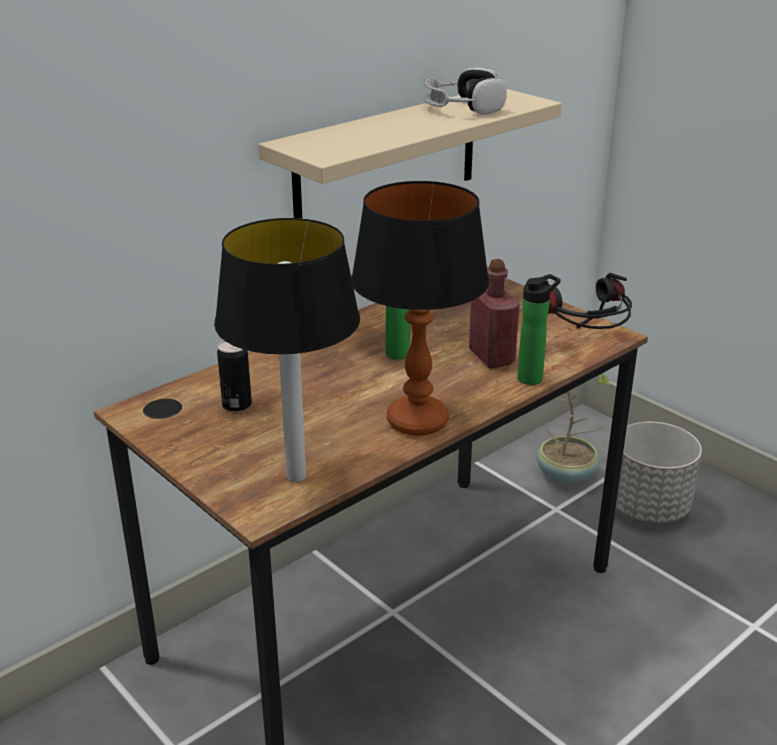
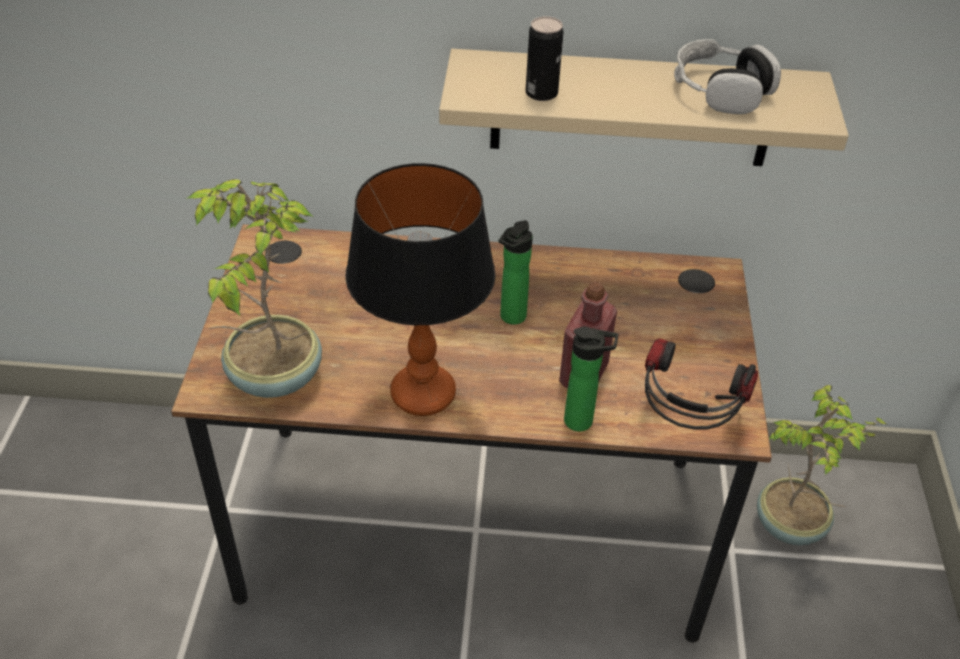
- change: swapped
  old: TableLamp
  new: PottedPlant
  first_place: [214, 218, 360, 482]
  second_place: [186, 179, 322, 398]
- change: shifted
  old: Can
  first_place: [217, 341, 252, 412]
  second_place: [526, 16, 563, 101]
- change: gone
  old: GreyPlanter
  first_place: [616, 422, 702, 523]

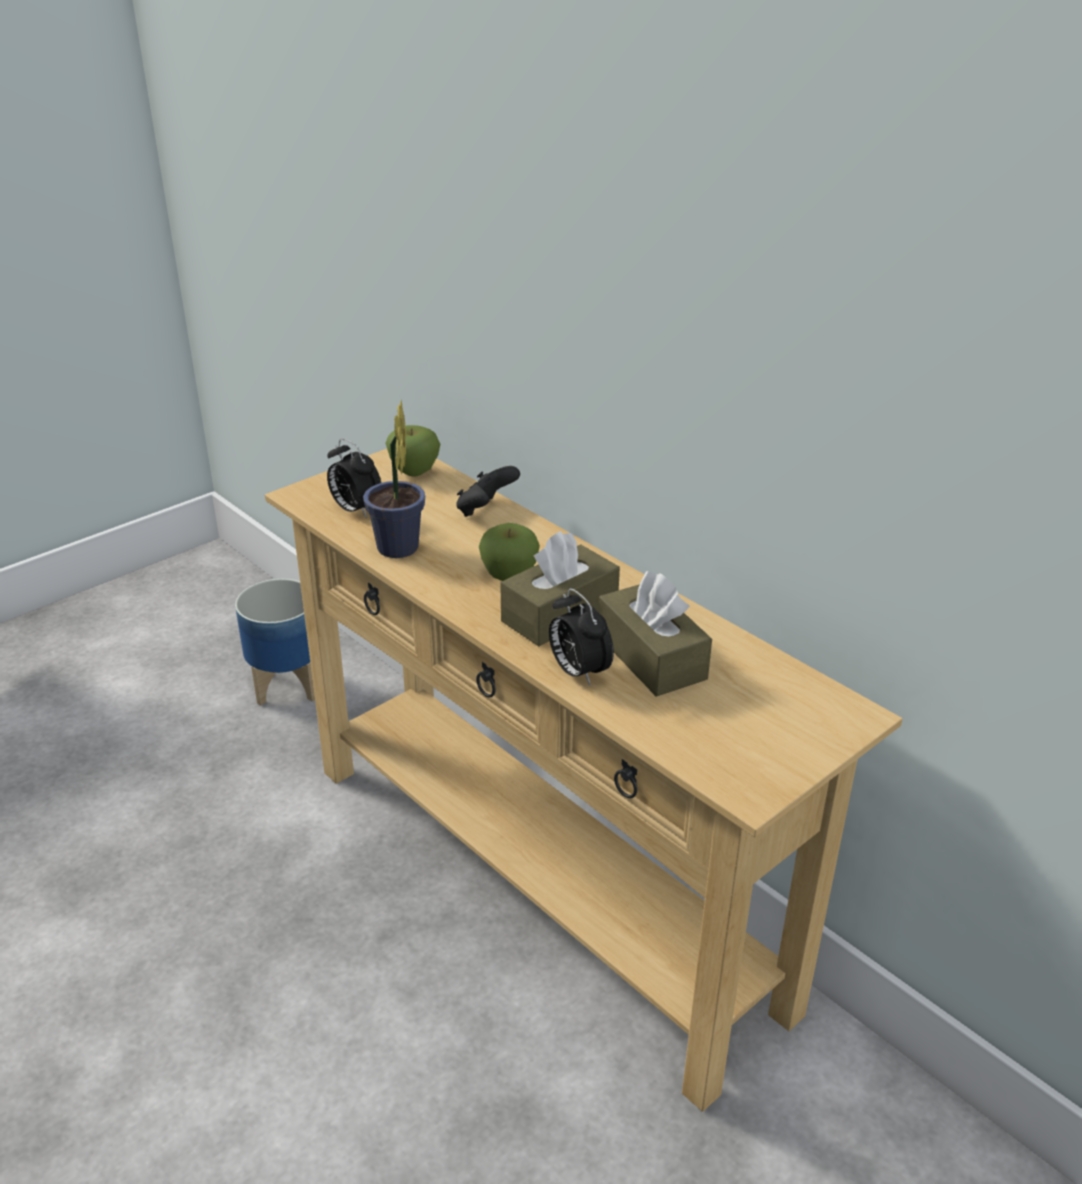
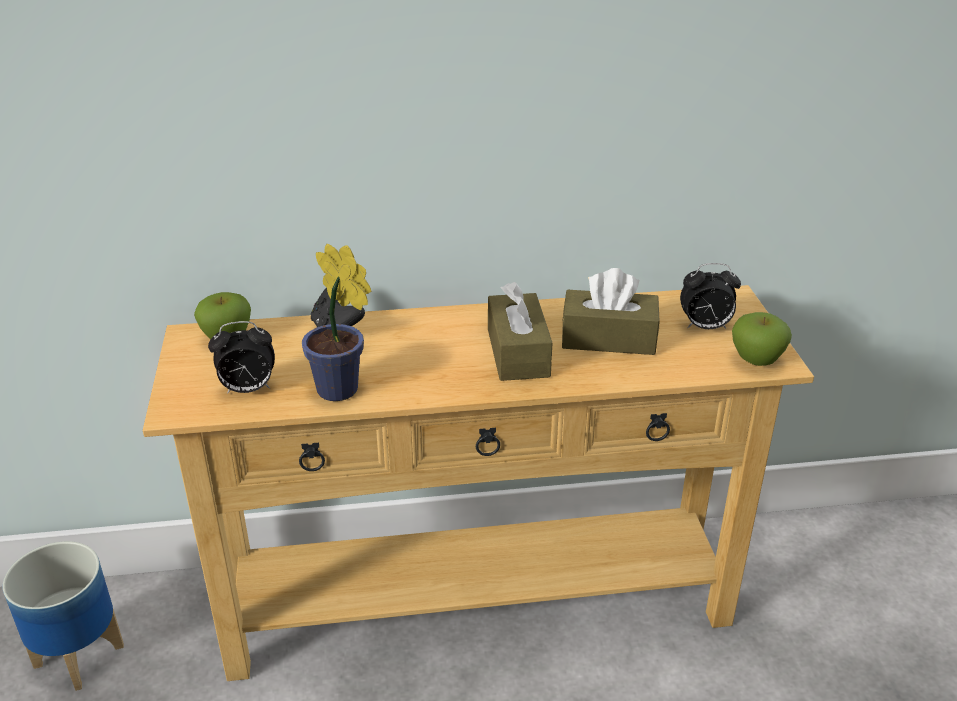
- change: shifted
  old: Apple
  first_place: [479, 523, 540, 581]
  second_place: [732, 312, 792, 366]
- change: shifted
  old: AlarmClock
  first_place: [549, 588, 614, 686]
  second_place: [680, 263, 741, 329]

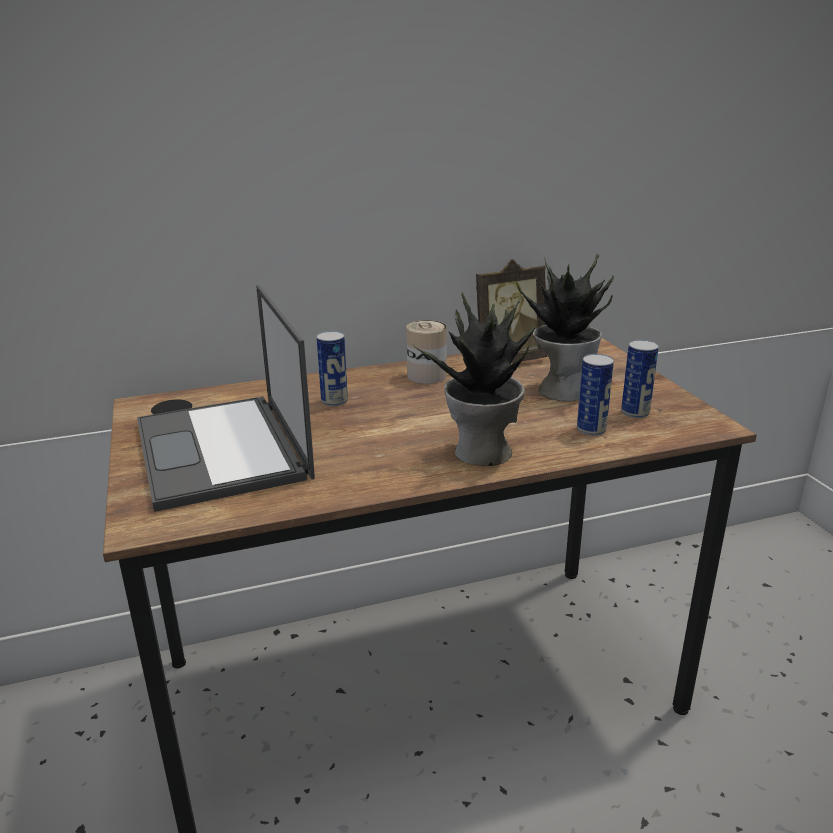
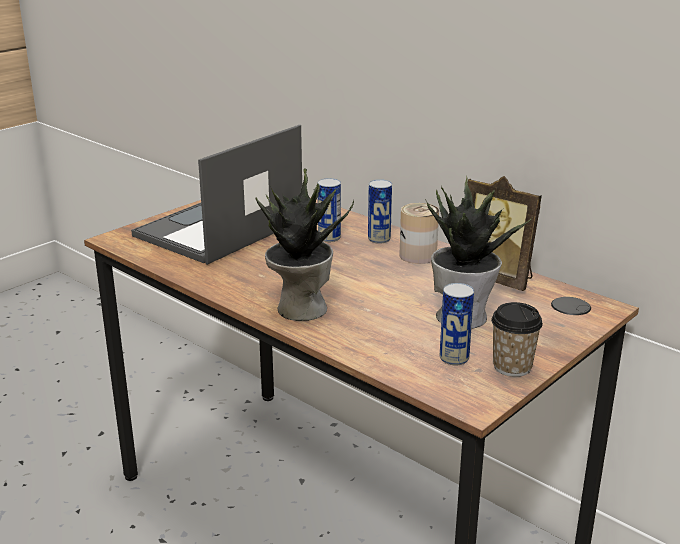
- change: shifted
  old: Can
  first_place: [577, 354, 614, 436]
  second_place: [368, 179, 392, 244]
- change: new
  new: Cup
  second_place: [491, 302, 543, 377]

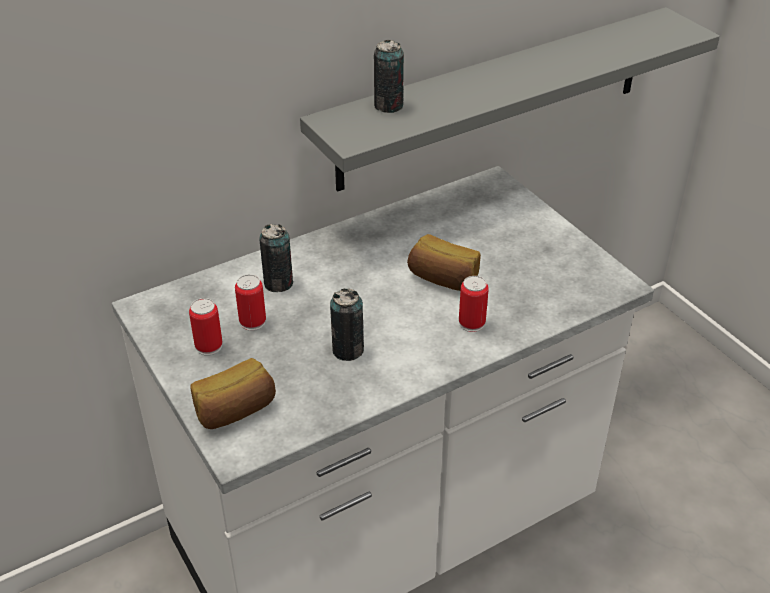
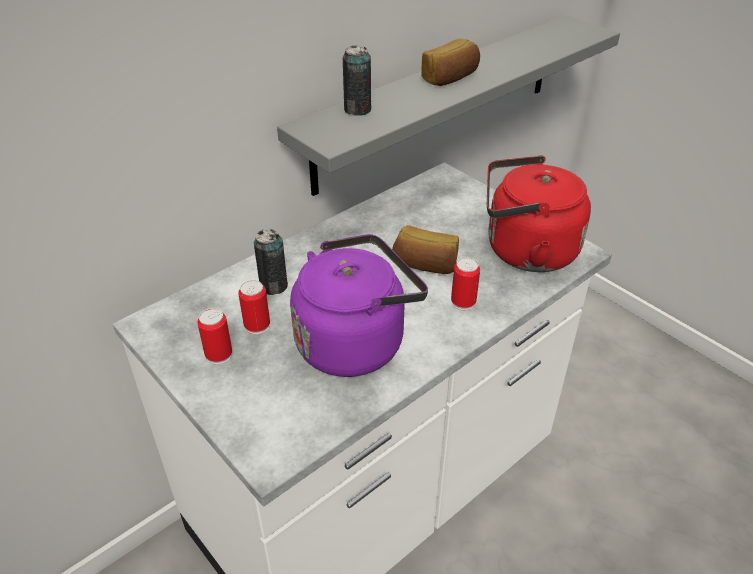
- change: swapped
  old: Can
  new: PurpleKettle
  first_place: [330, 288, 364, 361]
  second_place: [290, 234, 428, 377]
- change: shifted
  old: Bread
  first_place: [190, 358, 276, 429]
  second_place: [421, 39, 480, 86]
- change: new
  new: RedKettle
  second_place: [487, 155, 591, 272]

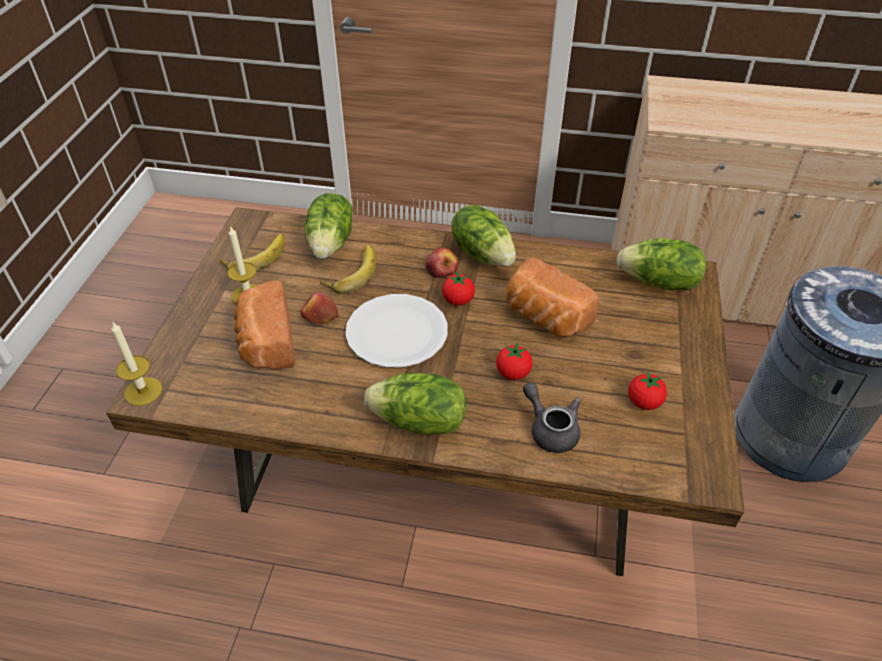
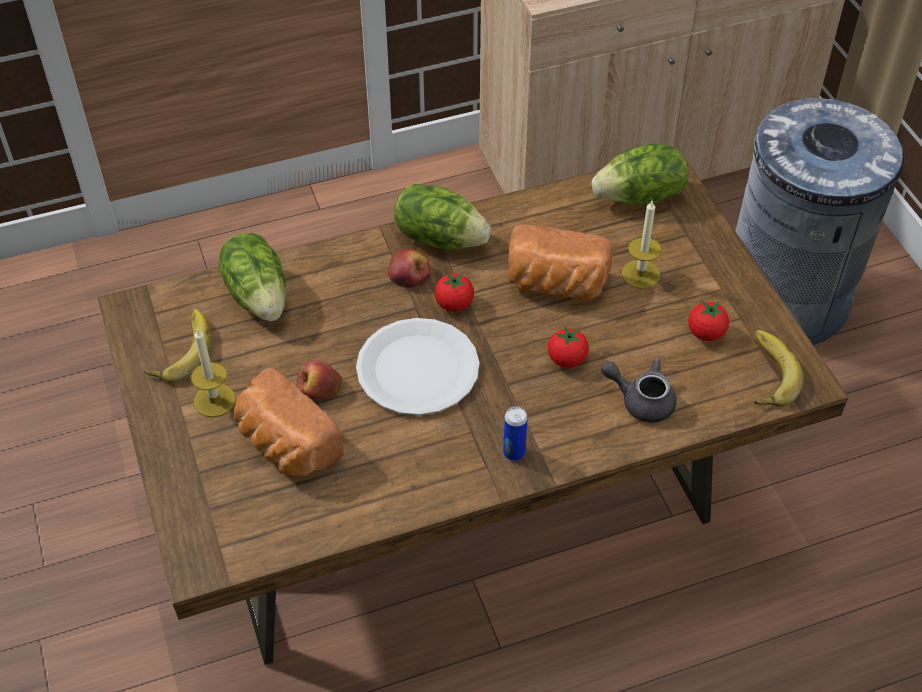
- change: shifted
  old: Banana
  first_place: [320, 245, 376, 294]
  second_place: [754, 330, 803, 407]
- change: shifted
  old: Candle
  first_place: [111, 322, 163, 406]
  second_place: [622, 199, 662, 289]
- change: swapped
  old: Lettuce
  new: Can
  first_place: [364, 373, 466, 435]
  second_place: [503, 407, 528, 461]

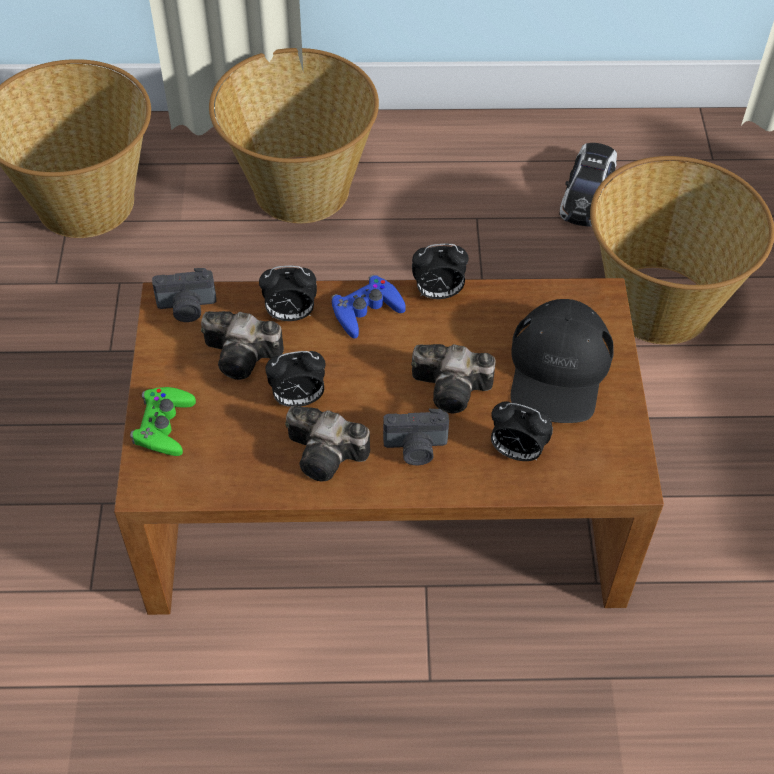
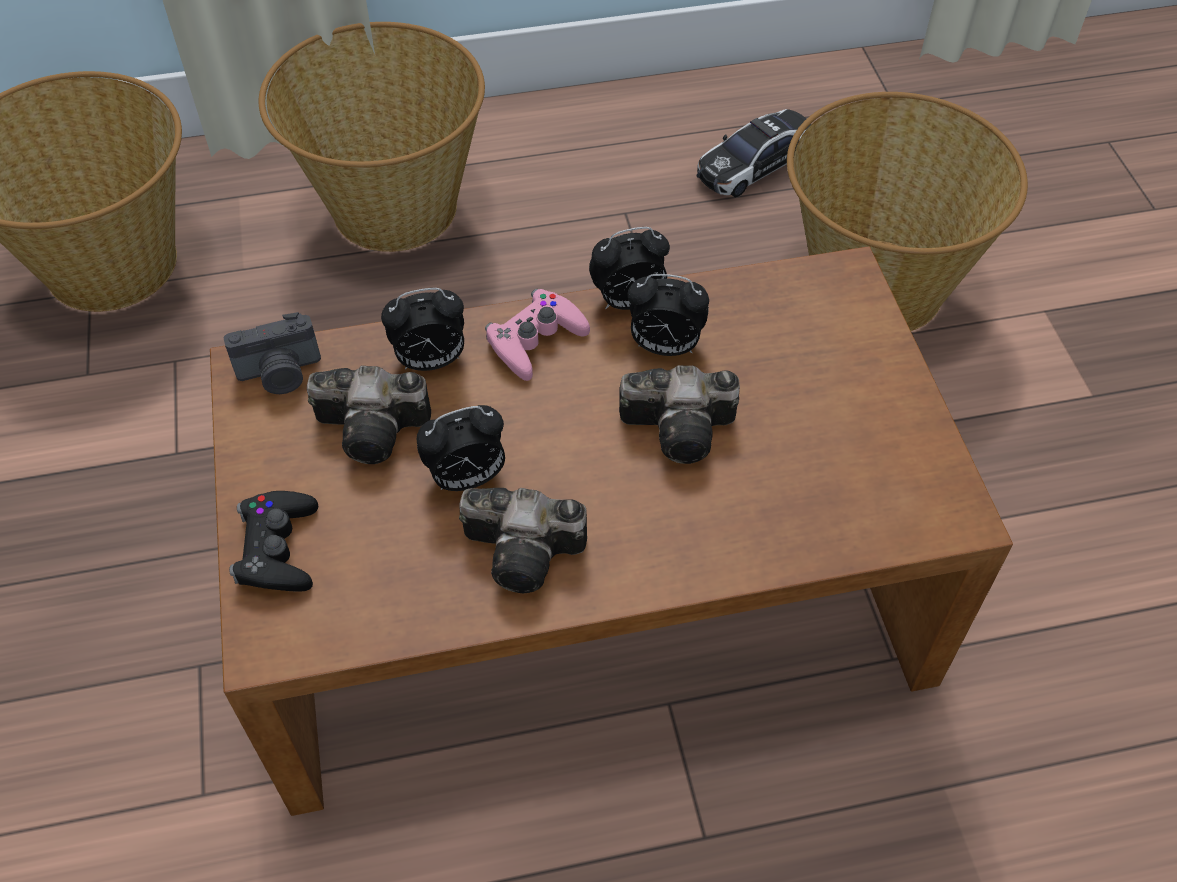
- change: rotated
  old: ToyCar
  first_place: [559, 143, 617, 227]
  second_place: [696, 109, 811, 197]
  degrees: 45
- change: repainted
  old: BlueGameController
  new: PinkGameController
  first_place: [331, 275, 406, 339]
  second_place: [485, 289, 590, 381]
- change: gone
  old: BlackCap
  first_place: [510, 299, 614, 423]
- change: repainted
  old: GreenGameController
  new: BlackGameController
  first_place: [130, 387, 196, 456]
  second_place: [229, 491, 318, 592]
- change: shifted
  old: AlarmClock
  first_place: [491, 401, 553, 461]
  second_place: [627, 274, 709, 356]
- change: gone
  old: PhotoCamera
  first_place: [383, 408, 449, 465]

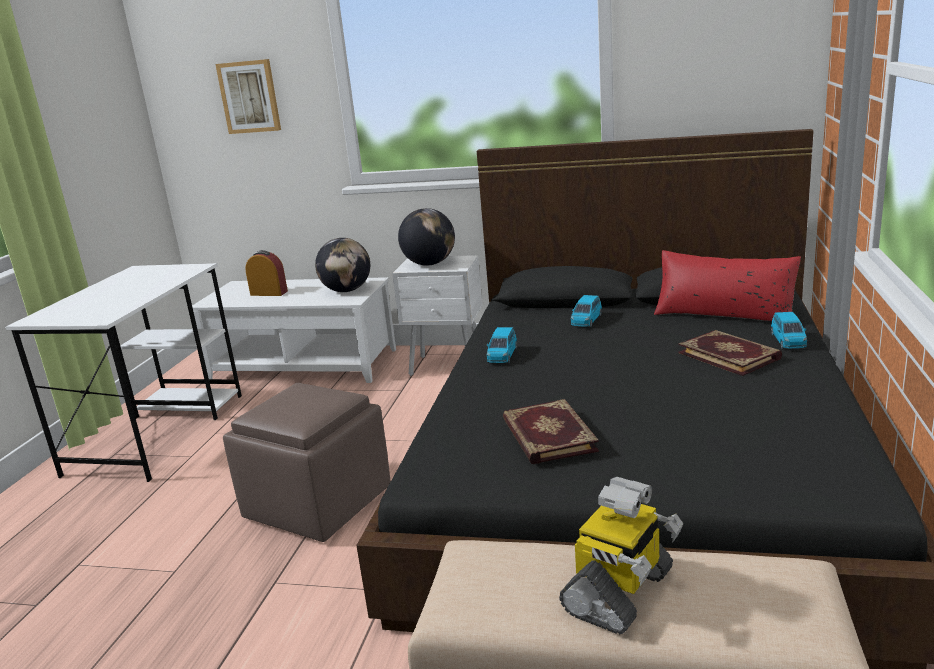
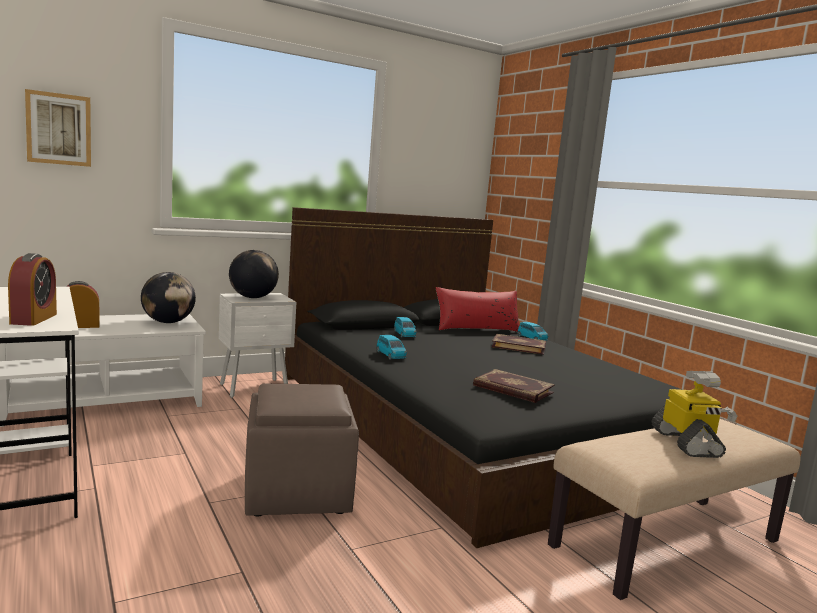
- change: new
  new: AlarmClock
  second_place: [8, 253, 57, 326]

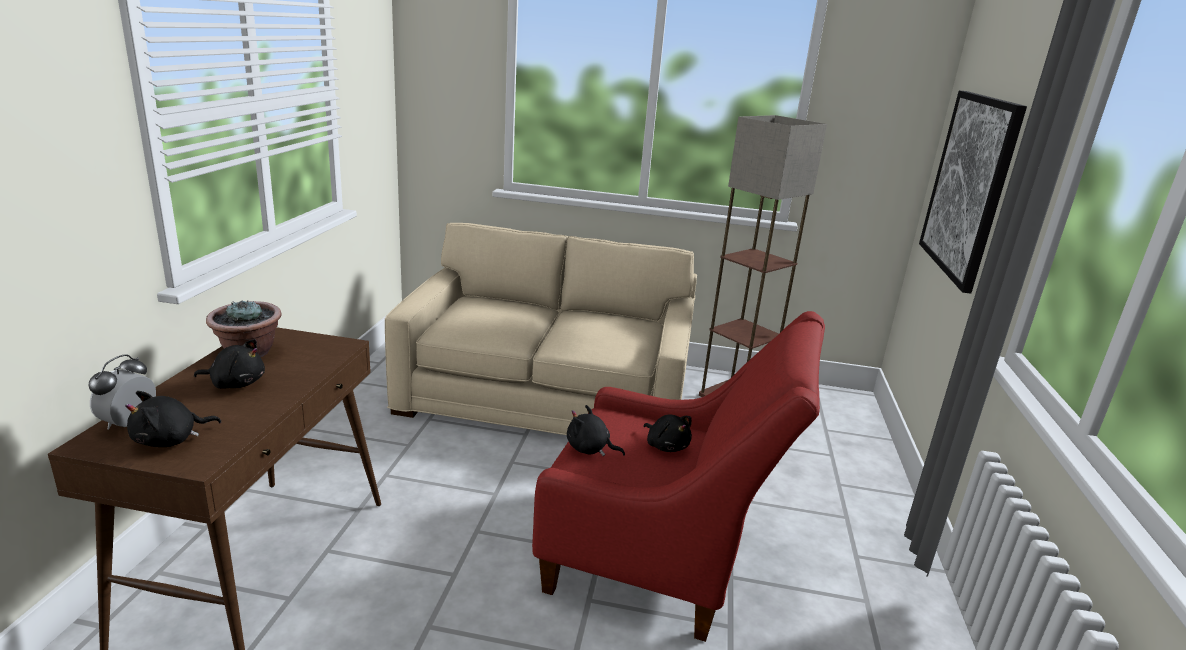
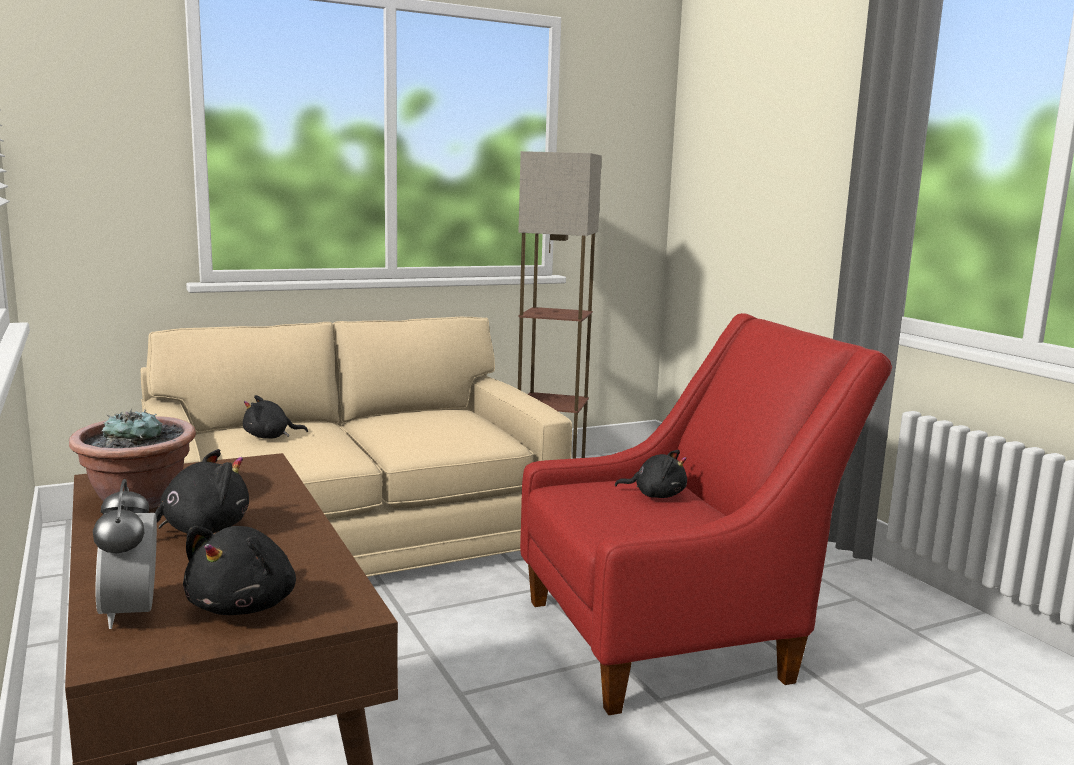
- change: gone
  old: Picture
  first_place: [919, 91, 1027, 294]
- change: shifted
  old: BlackPlushToy
  first_place: [567, 405, 625, 456]
  second_place: [243, 395, 308, 439]

